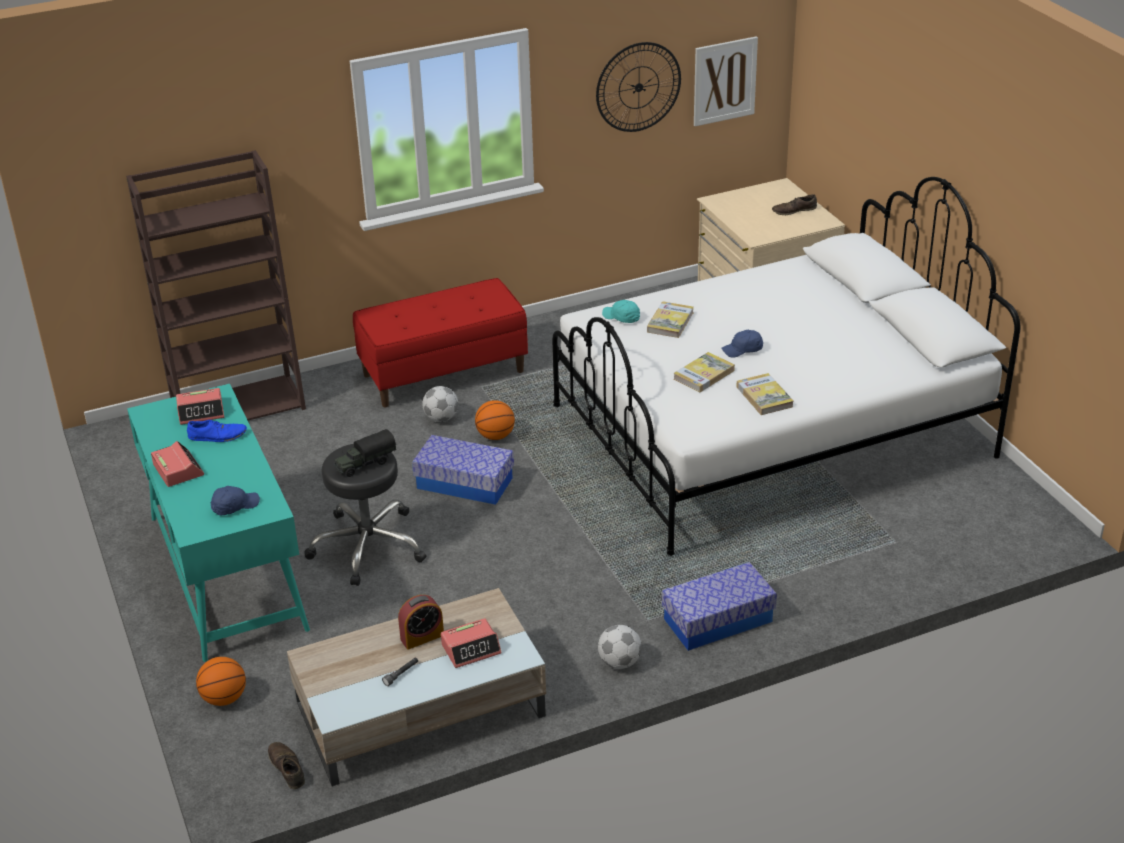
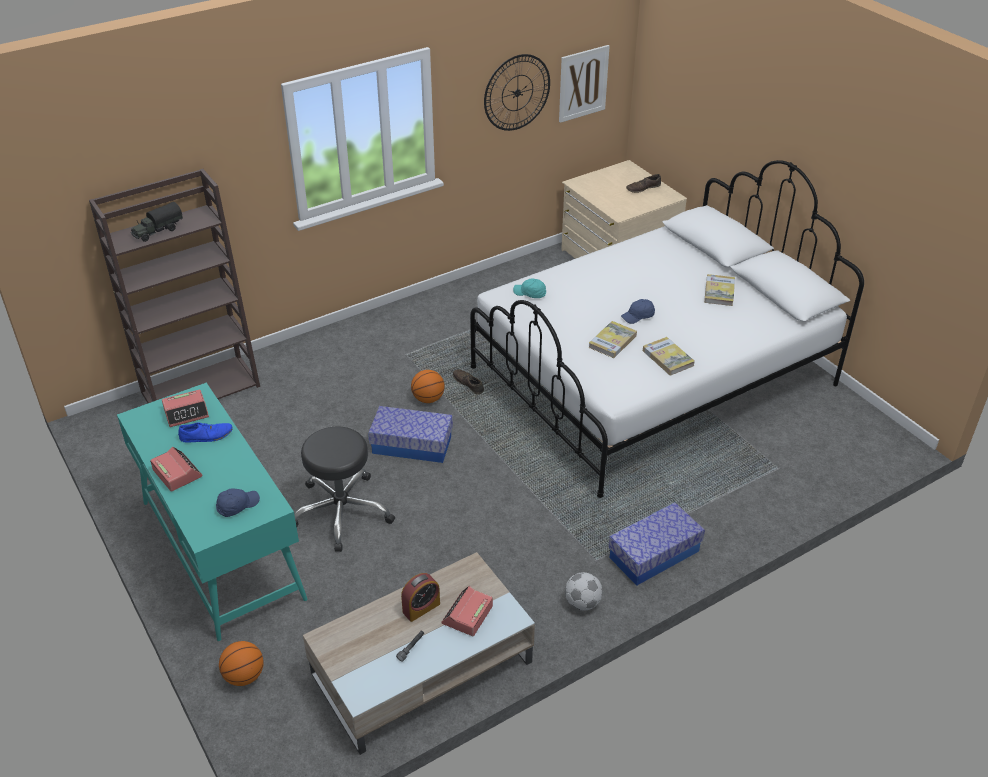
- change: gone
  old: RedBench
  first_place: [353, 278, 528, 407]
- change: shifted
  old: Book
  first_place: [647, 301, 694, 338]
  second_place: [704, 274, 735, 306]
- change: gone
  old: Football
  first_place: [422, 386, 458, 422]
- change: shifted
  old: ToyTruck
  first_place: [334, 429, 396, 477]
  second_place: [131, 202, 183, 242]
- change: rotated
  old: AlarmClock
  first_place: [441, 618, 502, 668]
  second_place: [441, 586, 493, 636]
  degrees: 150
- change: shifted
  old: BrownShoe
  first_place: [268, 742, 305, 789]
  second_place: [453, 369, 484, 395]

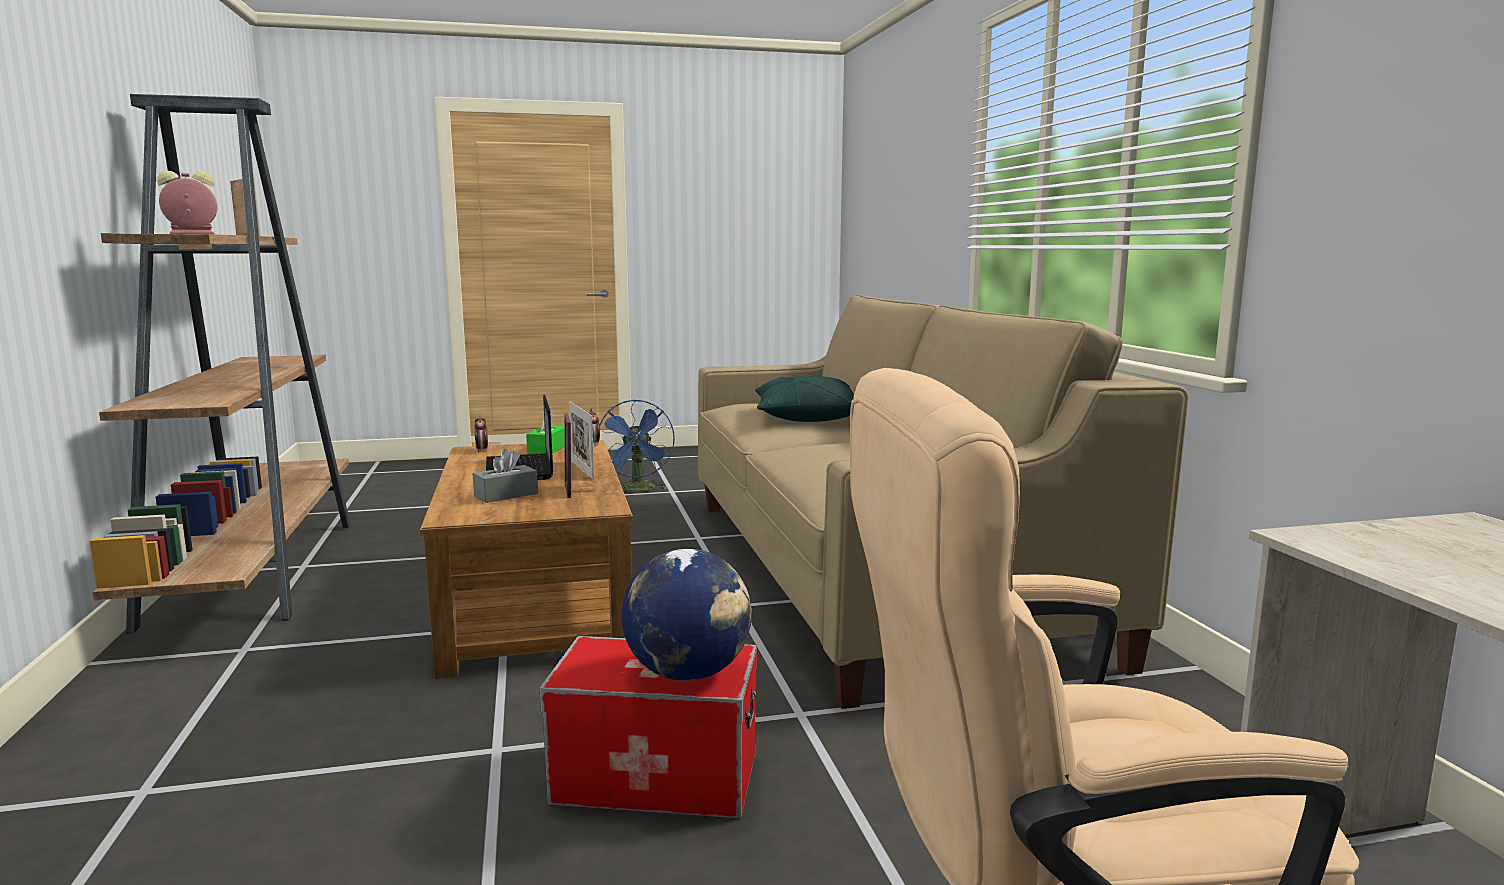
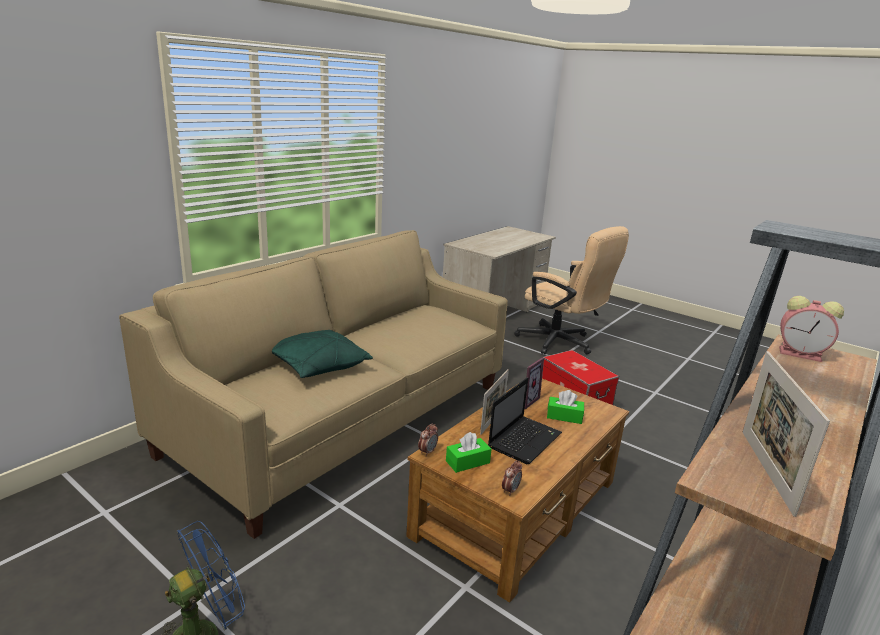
- change: repainted
  old: GreyTissueBox
  new: GreenTissueBox
  first_place: [473, 449, 538, 503]
  second_place: [547, 390, 584, 424]
- change: gone
  old: Globe
  first_place: [621, 549, 752, 681]

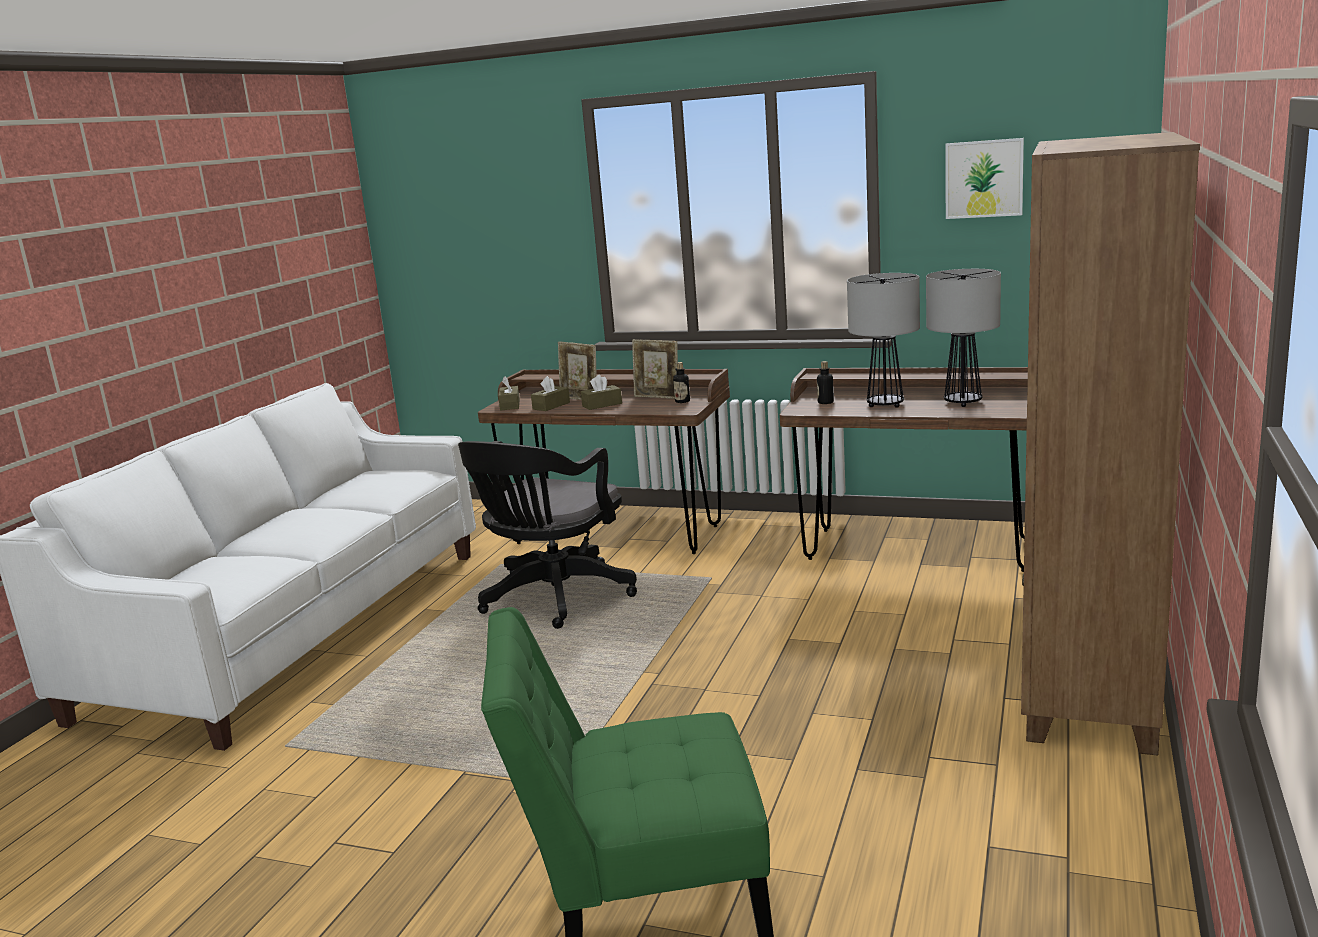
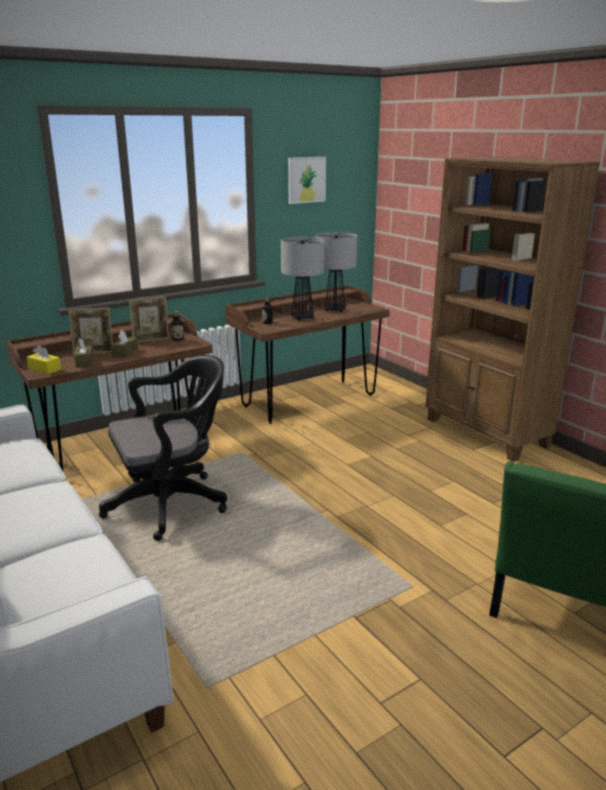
- change: repainted
  old: BrownTissueBox
  new: YellowTissueBox
  first_place: [498, 376, 520, 411]
  second_place: [27, 345, 61, 374]
- change: rotated
  old: BlackOfficeChair
  first_place: [458, 441, 637, 629]
  second_place: [99, 355, 227, 541]
  degrees: -90

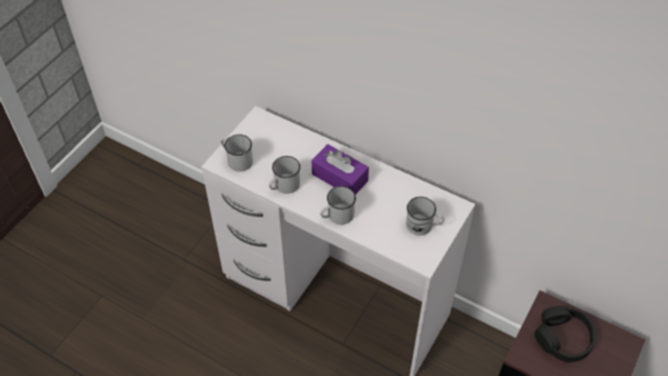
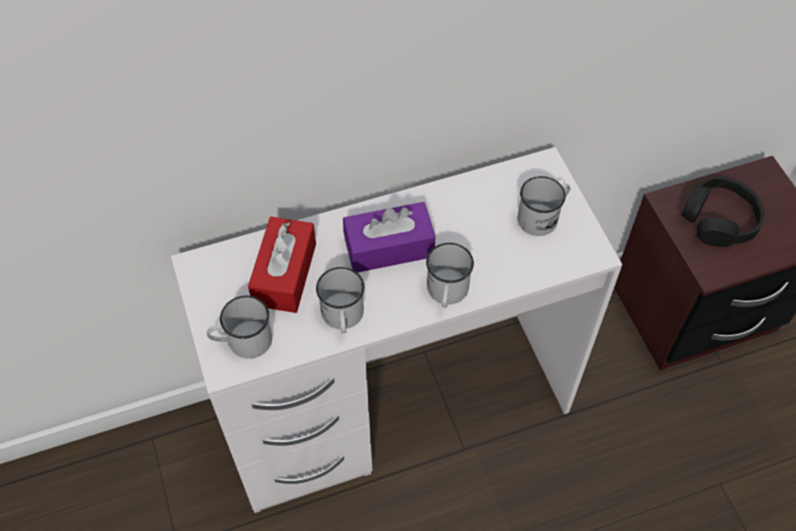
- change: new
  new: RedTissueBox
  second_place: [248, 217, 316, 313]

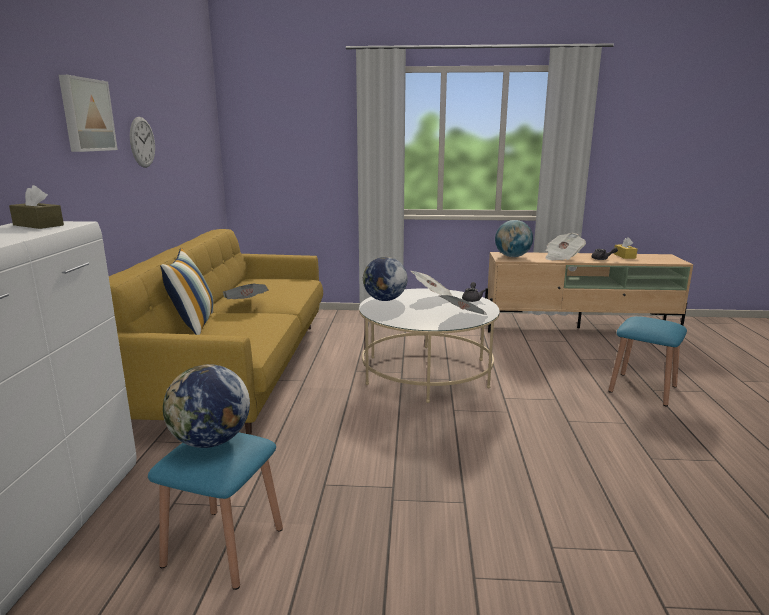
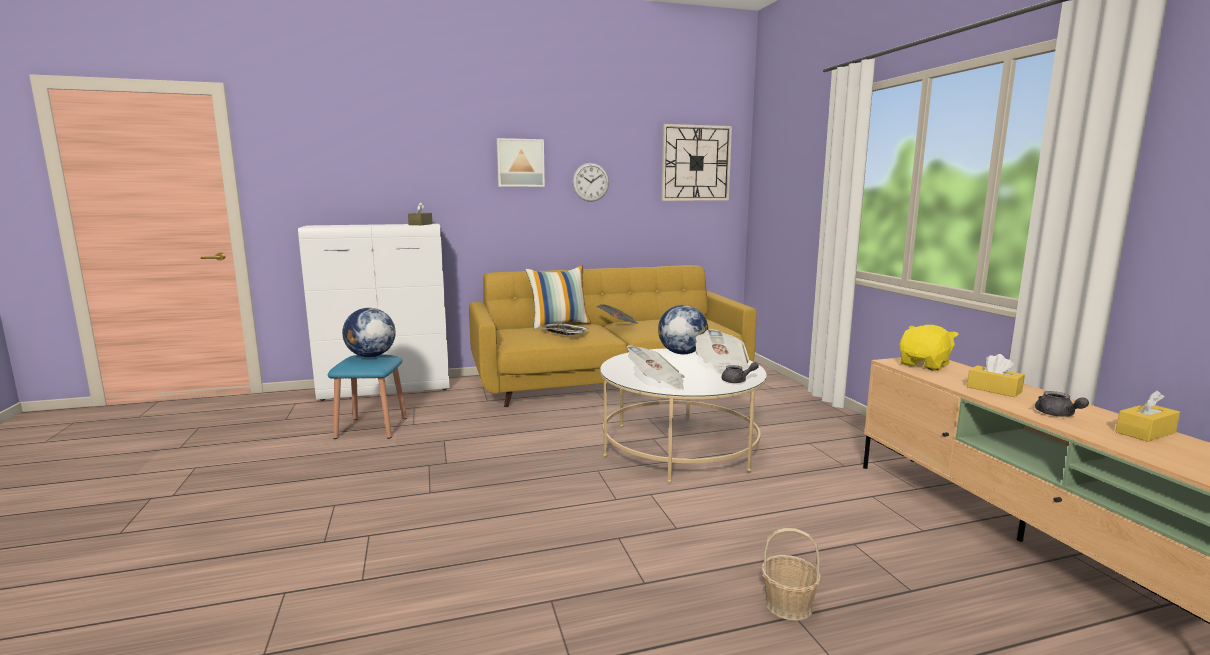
- change: swapped
  old: Globe
  new: YellowPlushToy
  first_place: [495, 220, 533, 257]
  second_place: [899, 325, 959, 371]
- change: swapped
  old: Newspaper
  new: YellowTissueBox
  first_place: [545, 233, 586, 260]
  second_place: [967, 354, 1025, 397]
- change: swapped
  old: BlueStool
  new: Basket
  first_place: [608, 316, 687, 406]
  second_place: [761, 528, 821, 621]
- change: new
  new: WallClock
  second_place: [661, 124, 732, 201]
- change: new
  new: Tray
  second_place: [539, 323, 589, 335]

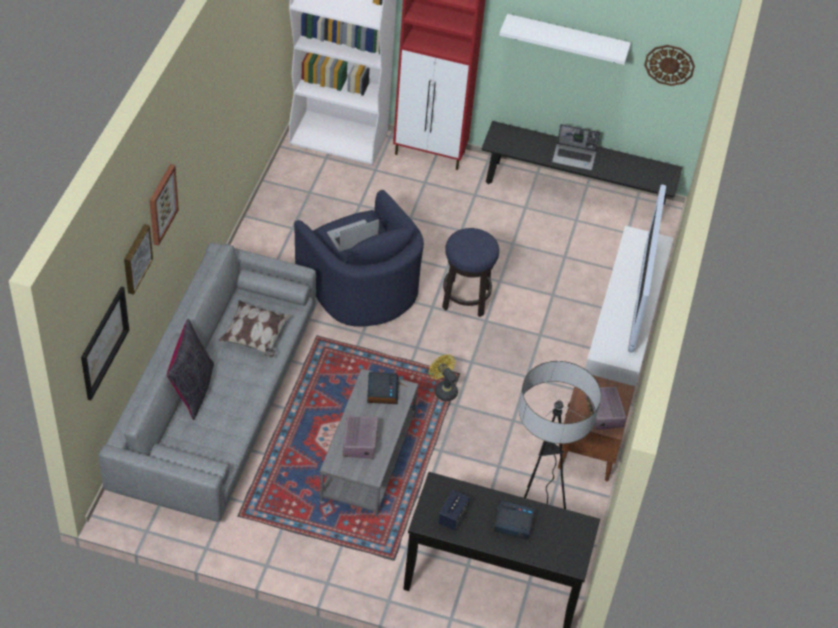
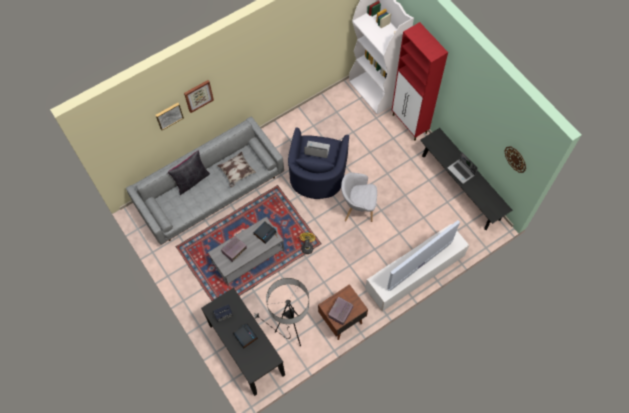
- change: gone
  old: WhiteShelf
  first_place: [499, 14, 631, 65]
- change: swapped
  old: Stool
  new: GreyArmchair
  first_place: [442, 228, 499, 317]
  second_place: [341, 173, 377, 222]
- change: gone
  old: Picture
  first_place: [81, 286, 129, 400]

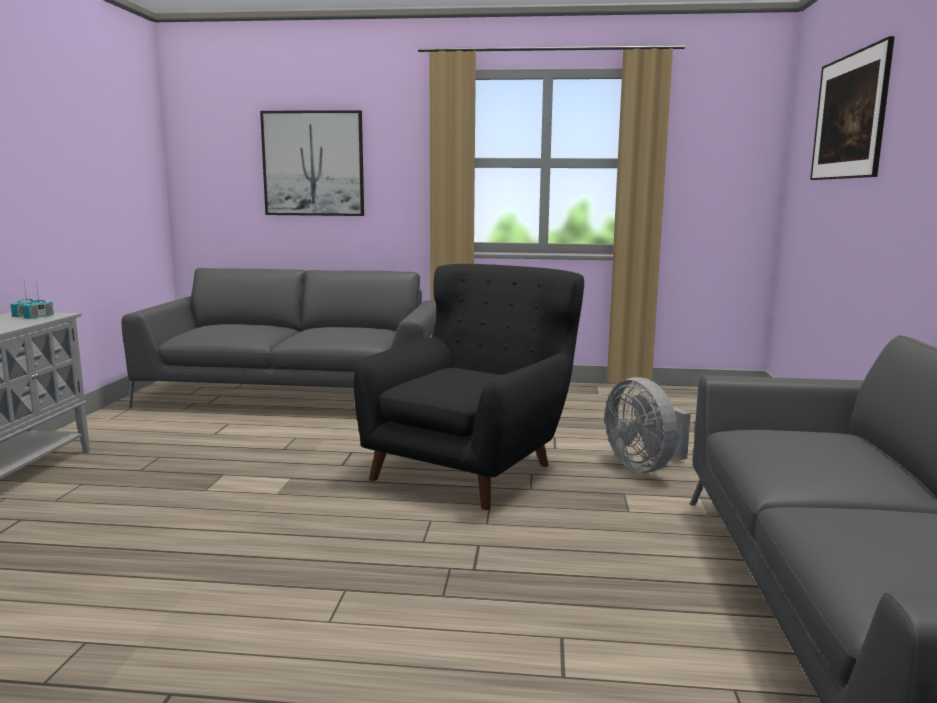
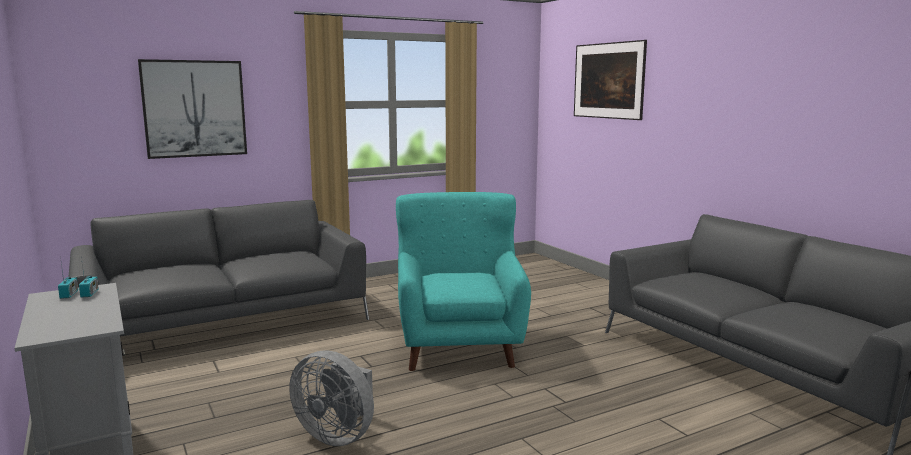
- change: repainted
  old: BlackArmchair
  new: TurquoiseArmchair
  first_place: [354, 264, 584, 510]
  second_place: [396, 192, 531, 371]
- change: shifted
  old: GreyFan
  first_place: [605, 377, 691, 473]
  second_place: [289, 350, 374, 446]

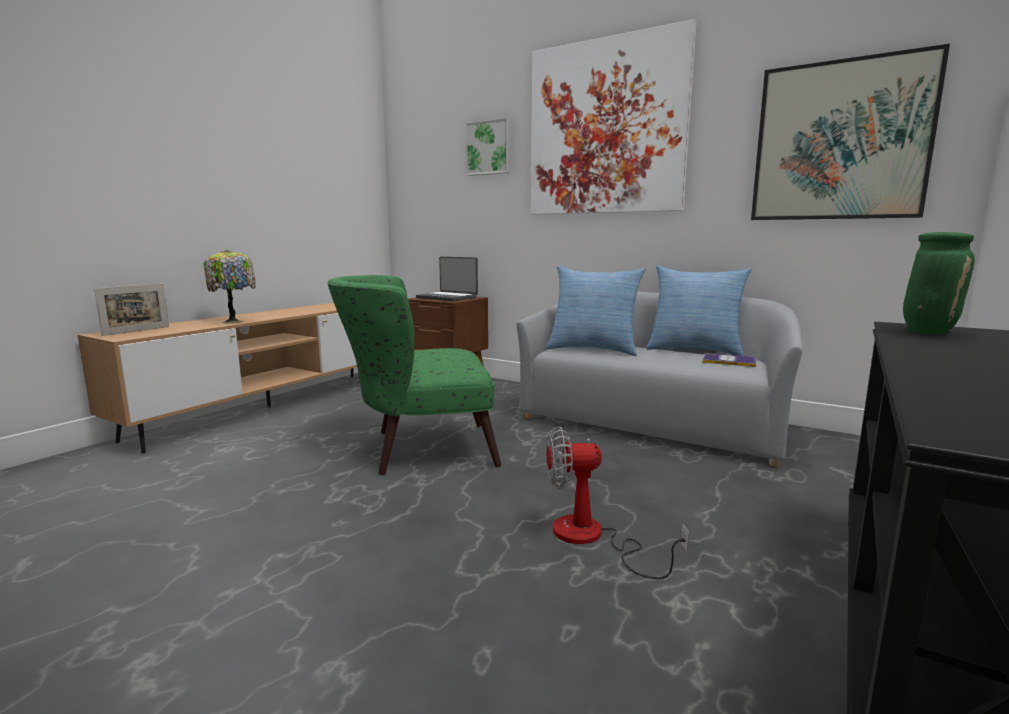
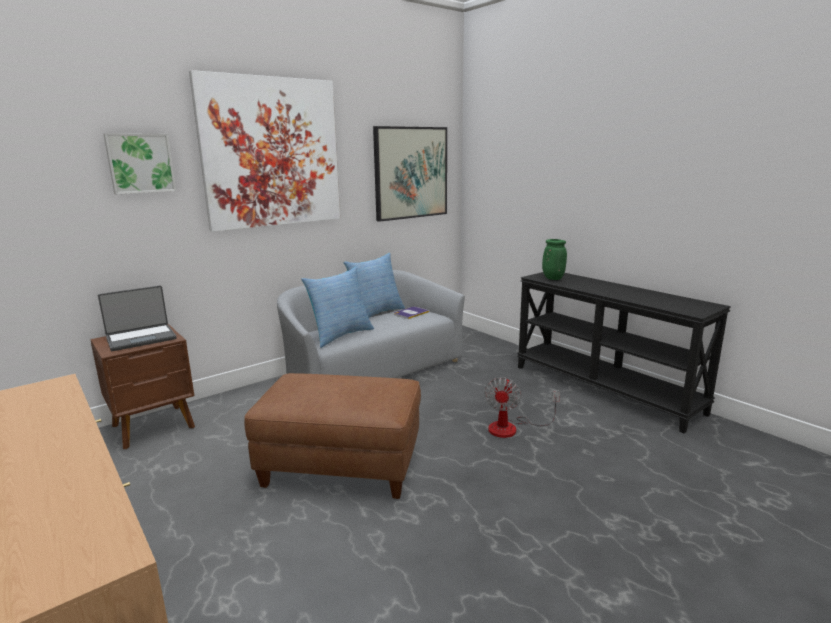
- change: gone
  old: TableLamp
  first_place: [204, 250, 256, 324]
- change: swapped
  old: GreenArmchair
  new: BrownOttoman
  first_place: [327, 275, 501, 475]
  second_place: [244, 373, 421, 499]
- change: gone
  old: PictureFrame
  first_place: [94, 284, 169, 336]

